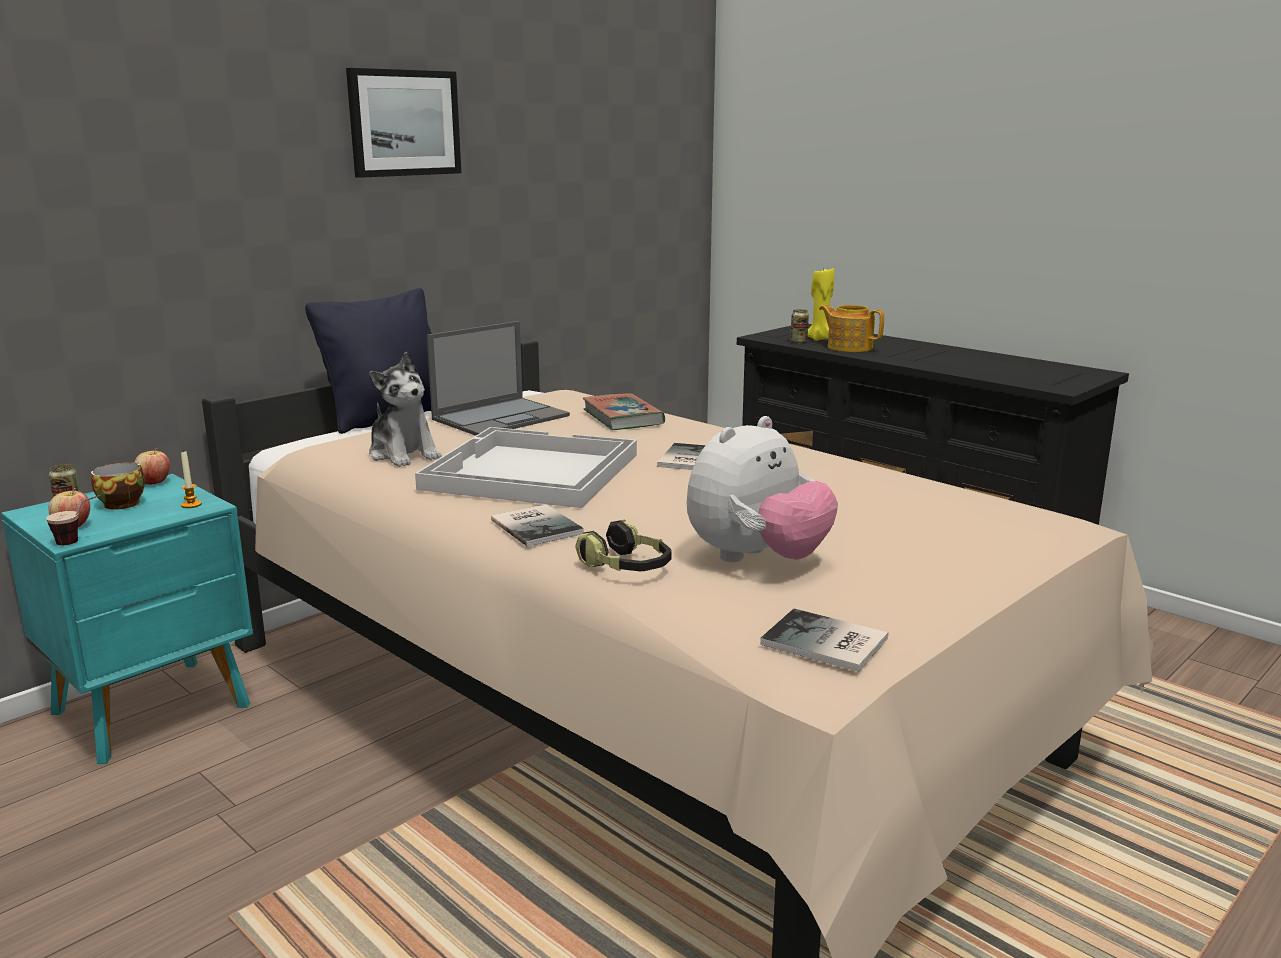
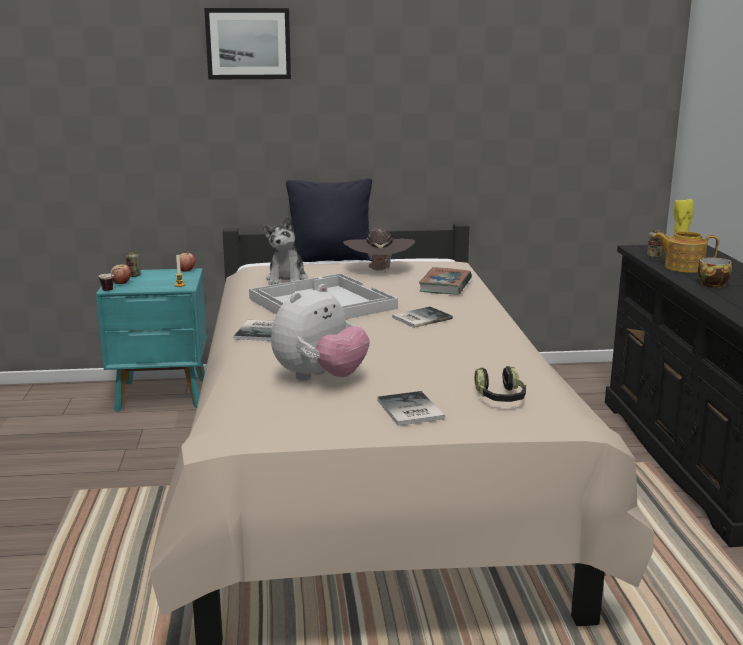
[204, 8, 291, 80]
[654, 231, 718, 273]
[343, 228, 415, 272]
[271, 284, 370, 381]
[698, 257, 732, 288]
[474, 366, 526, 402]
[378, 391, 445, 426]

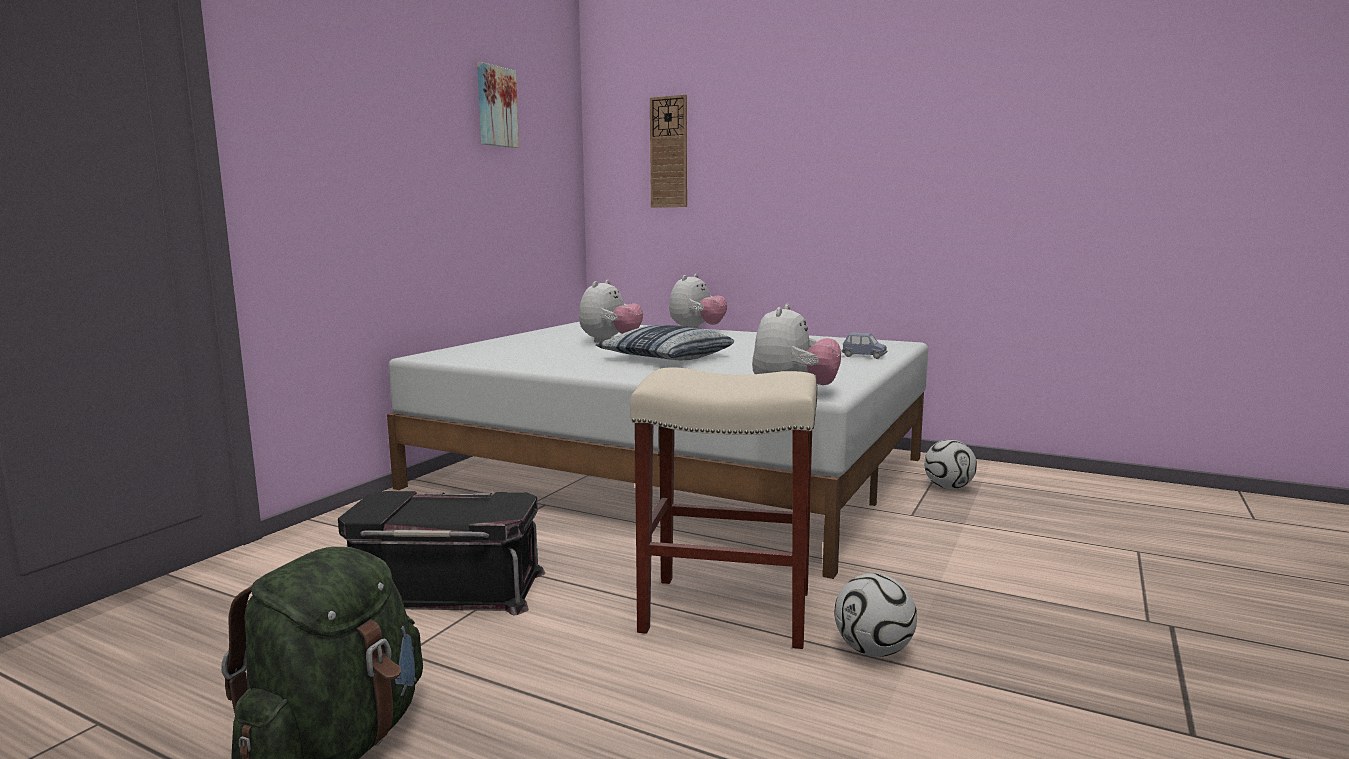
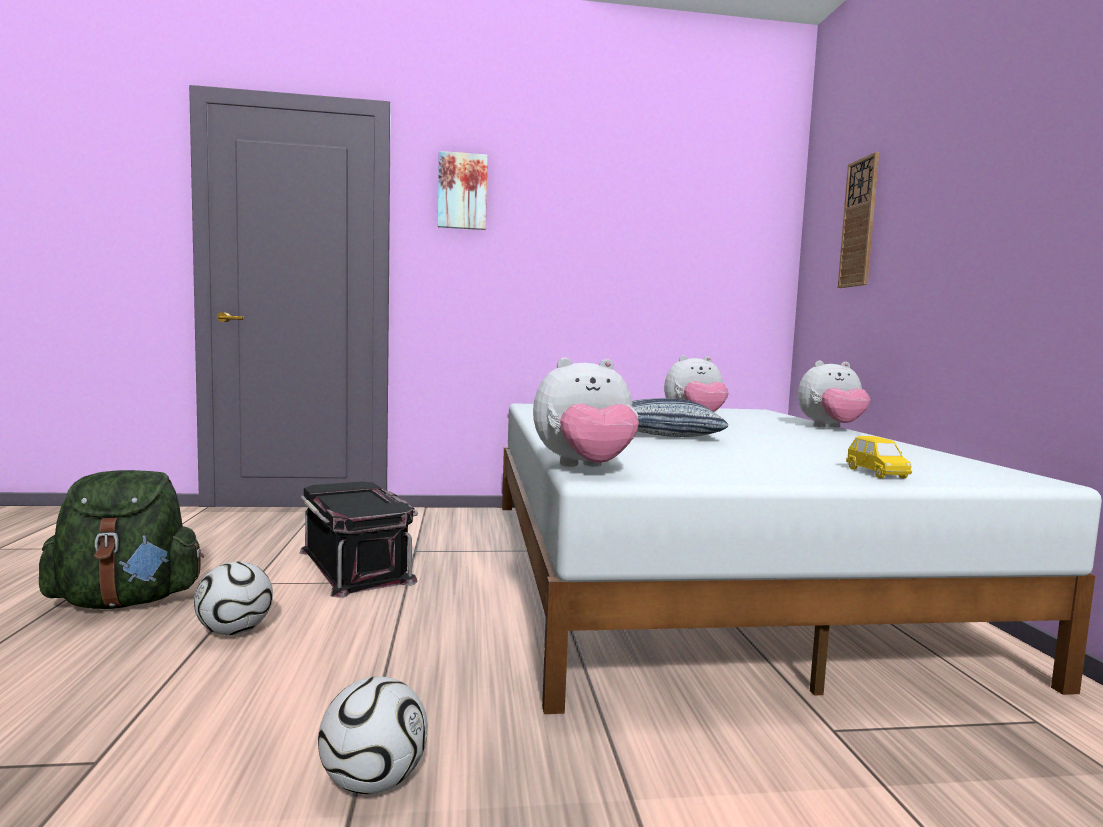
[438, 151, 488, 230]
[846, 436, 912, 478]
[630, 367, 818, 649] (first image)
[194, 561, 273, 635]

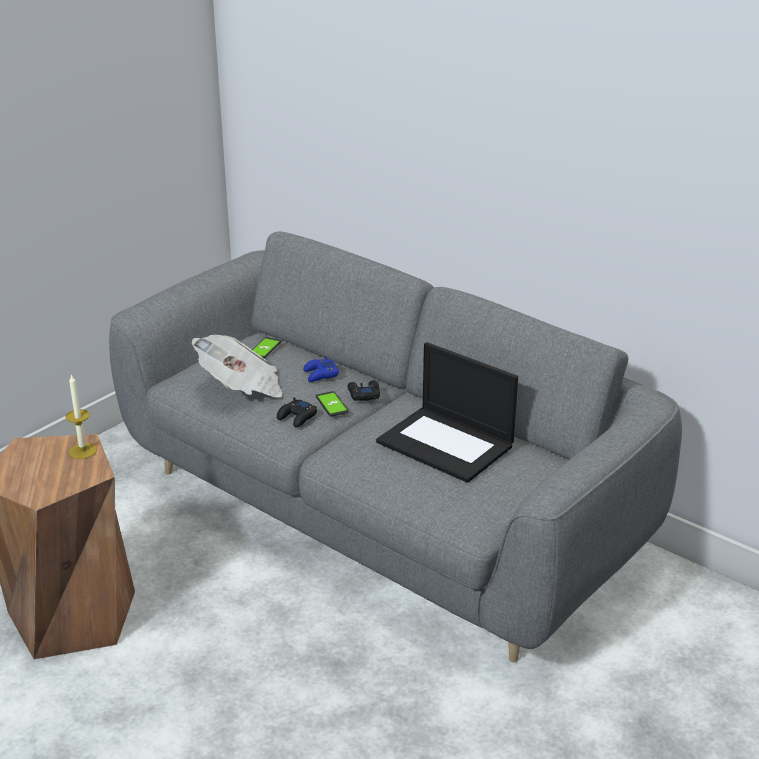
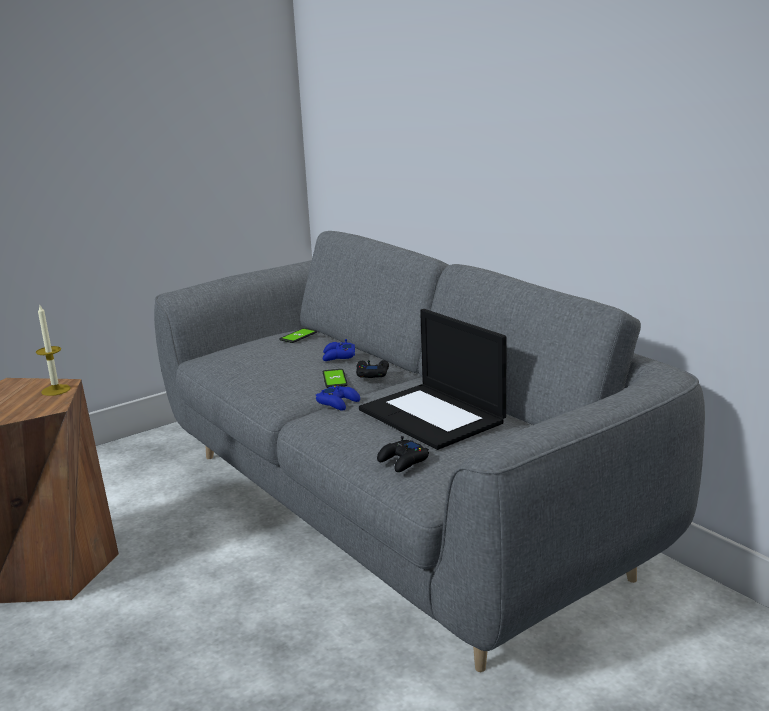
[192, 335, 283, 398] (first image)
[377, 436, 429, 472]
[316, 386, 360, 411]

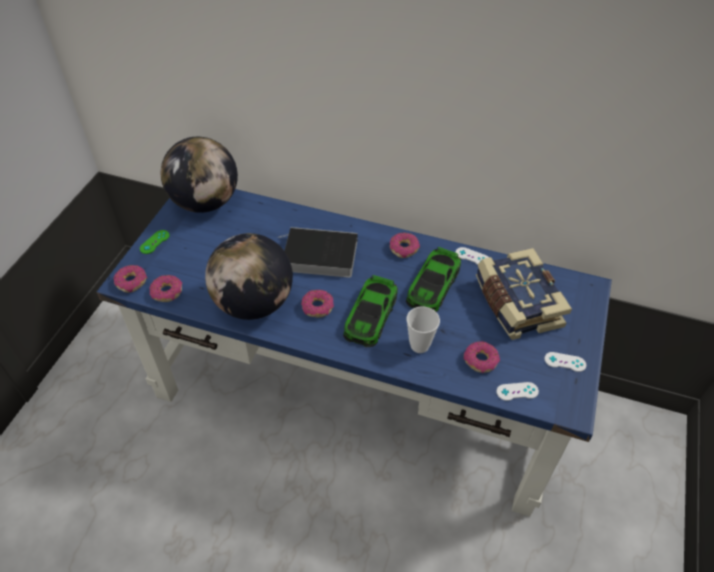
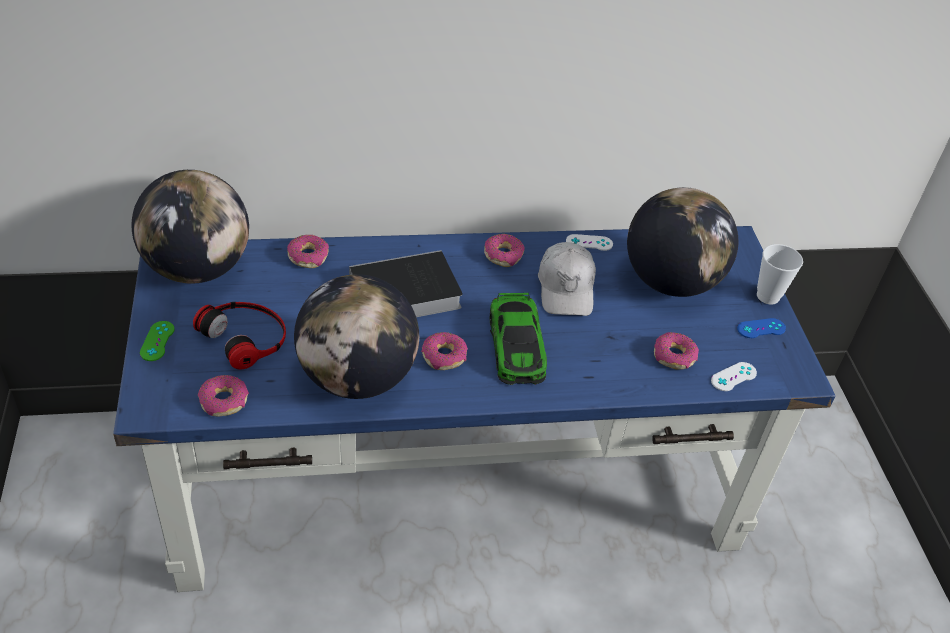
[538, 242, 596, 316]
[627, 187, 738, 297]
[287, 235, 329, 268]
[757, 244, 803, 305]
[737, 318, 786, 338]
[193, 302, 286, 370]

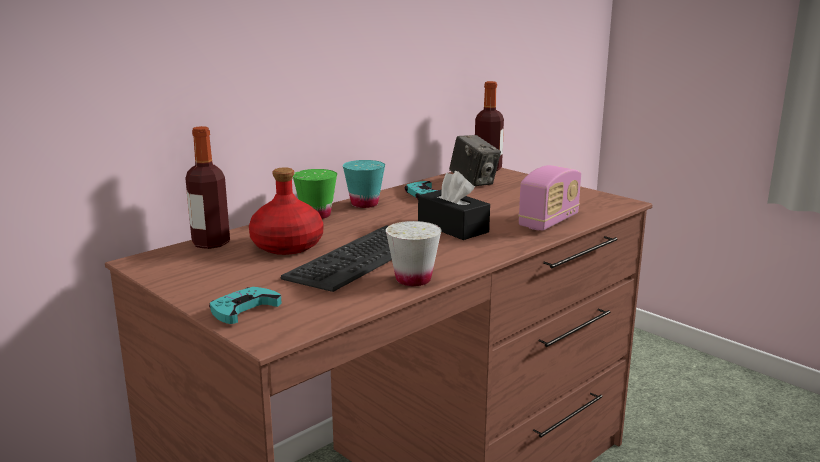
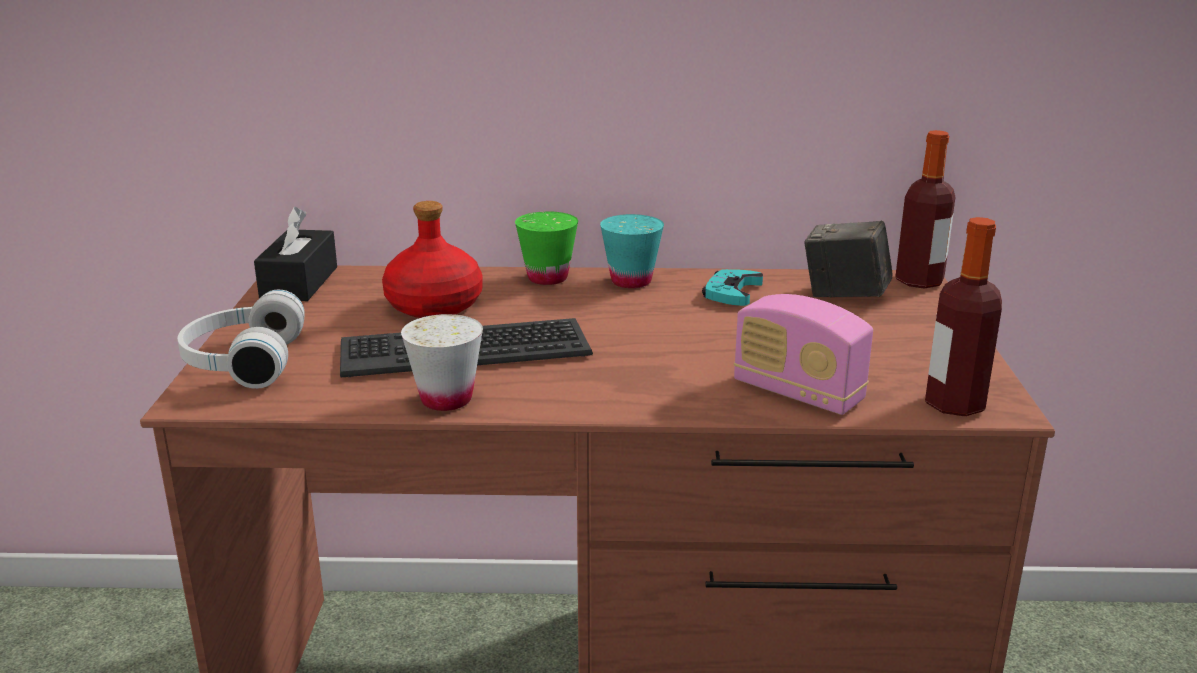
[925, 217, 1002, 416]
[804, 220, 892, 298]
[734, 294, 873, 415]
[254, 207, 337, 301]
[177, 290, 305, 389]

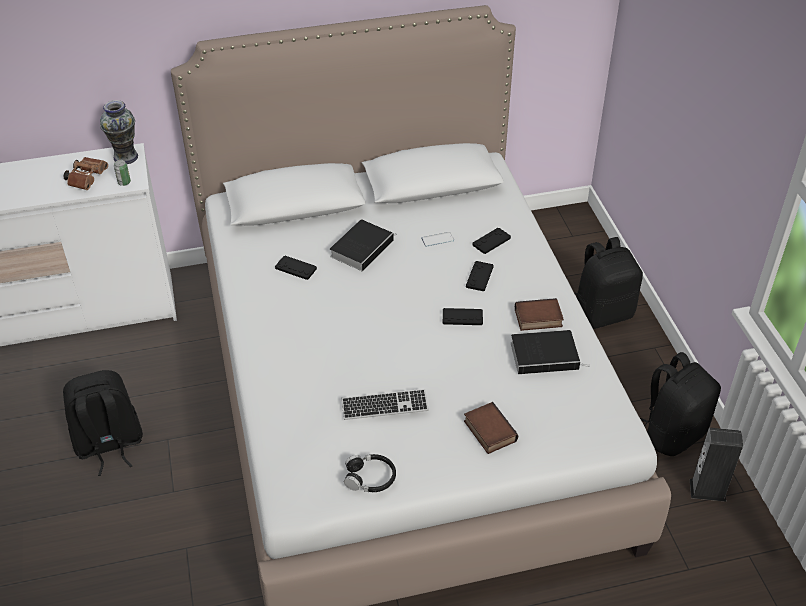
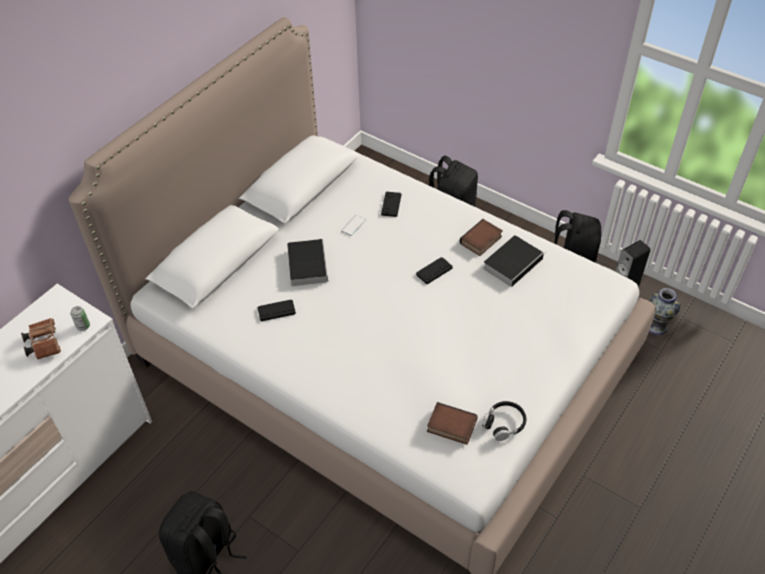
[649, 288, 681, 335]
[466, 261, 494, 291] (first image)
[341, 389, 429, 420] (first image)
[427, 402, 478, 445]

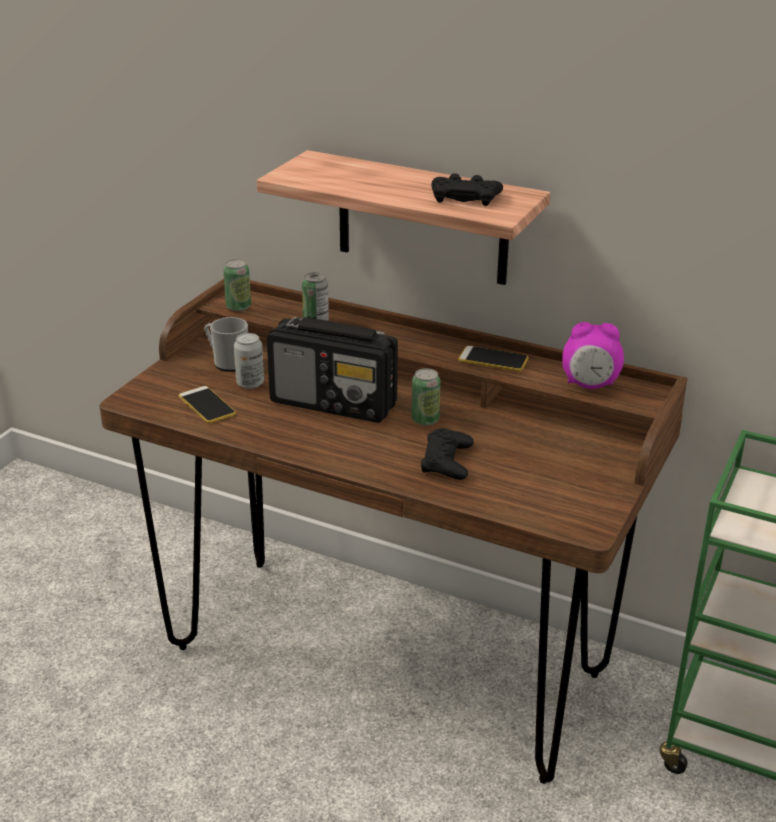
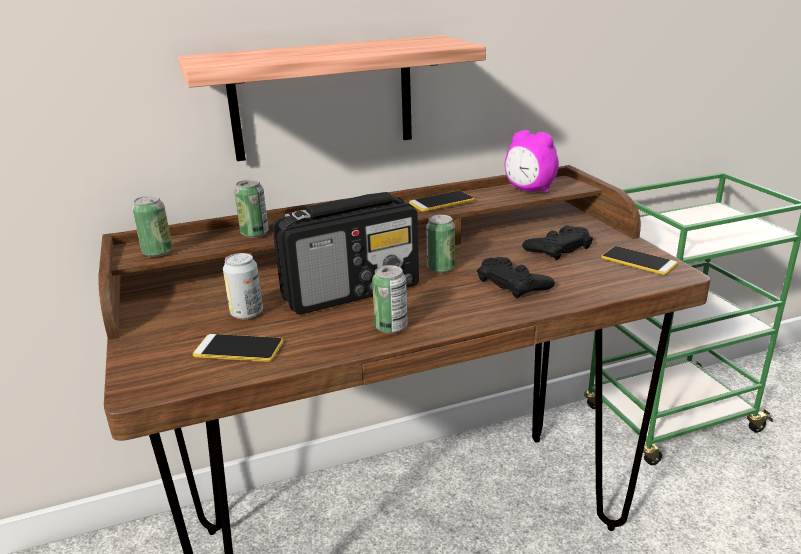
[522, 226, 593, 260]
[205, 317, 248, 372] (first image)
[505, 130, 559, 192]
[601, 246, 678, 275]
[372, 265, 408, 334]

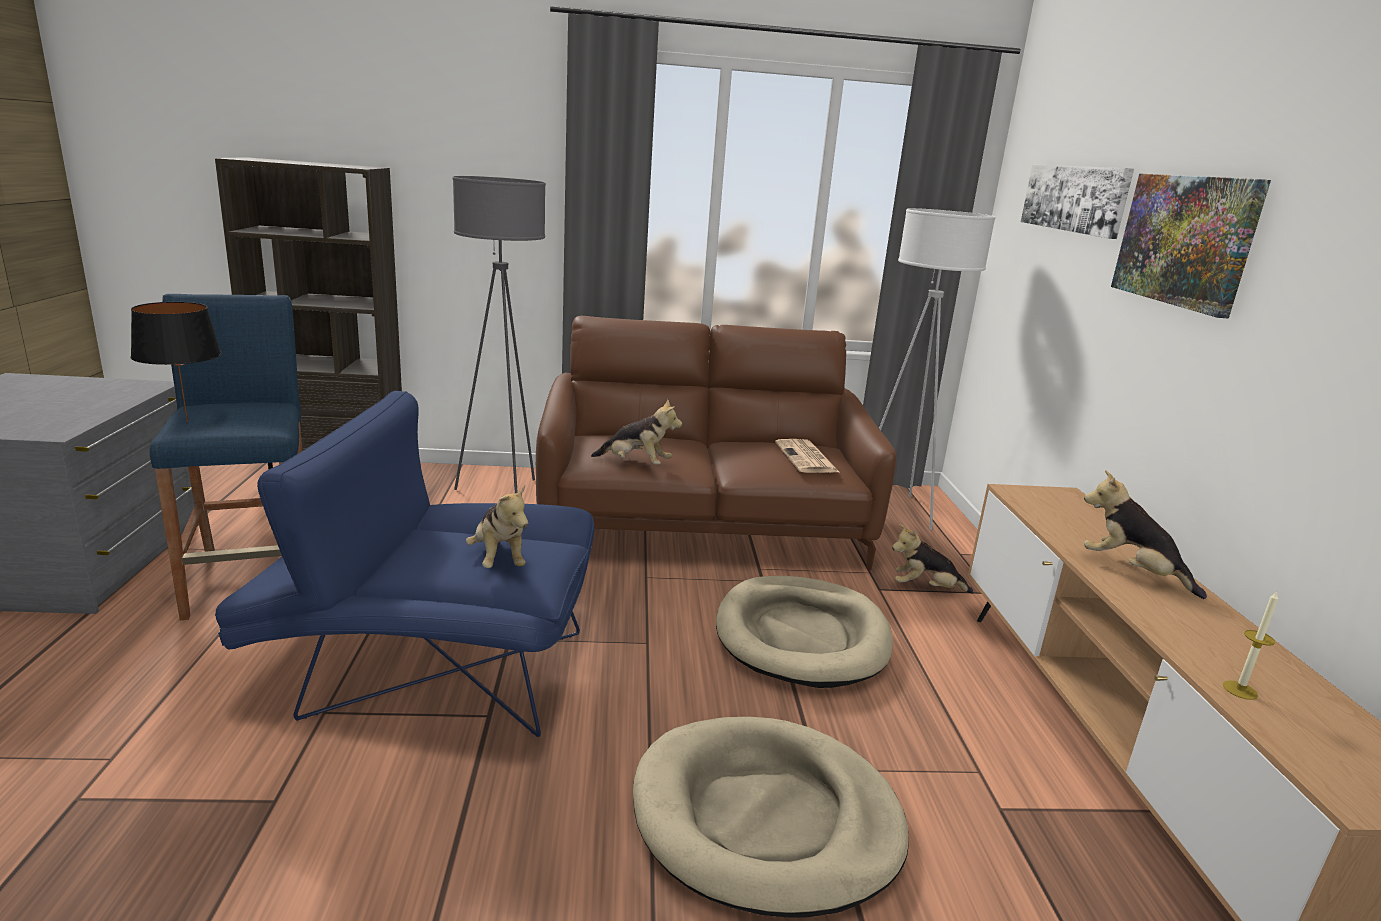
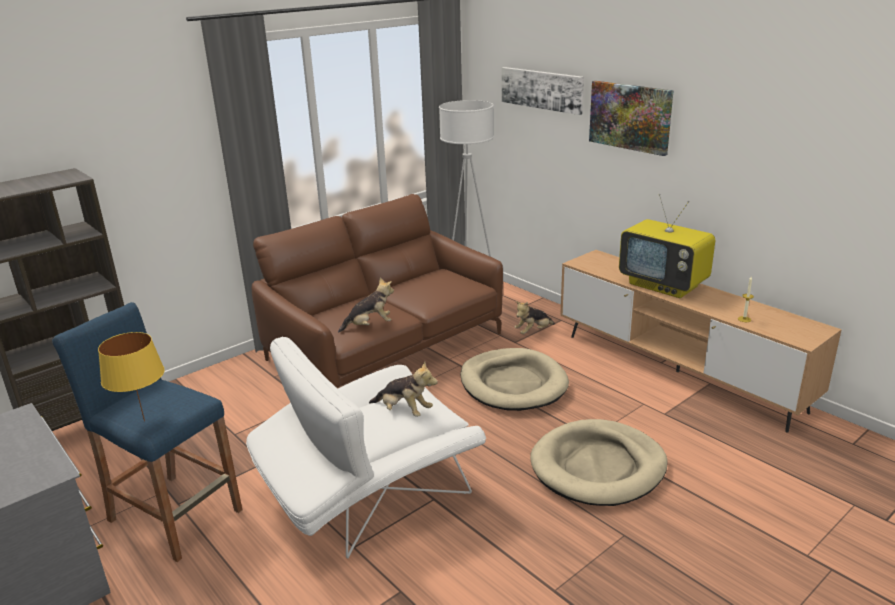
[452, 176, 546, 493] (first image)
[98, 332, 165, 421]
[246, 336, 486, 559]
[775, 439, 839, 473] (first image)
[619, 194, 715, 298]

